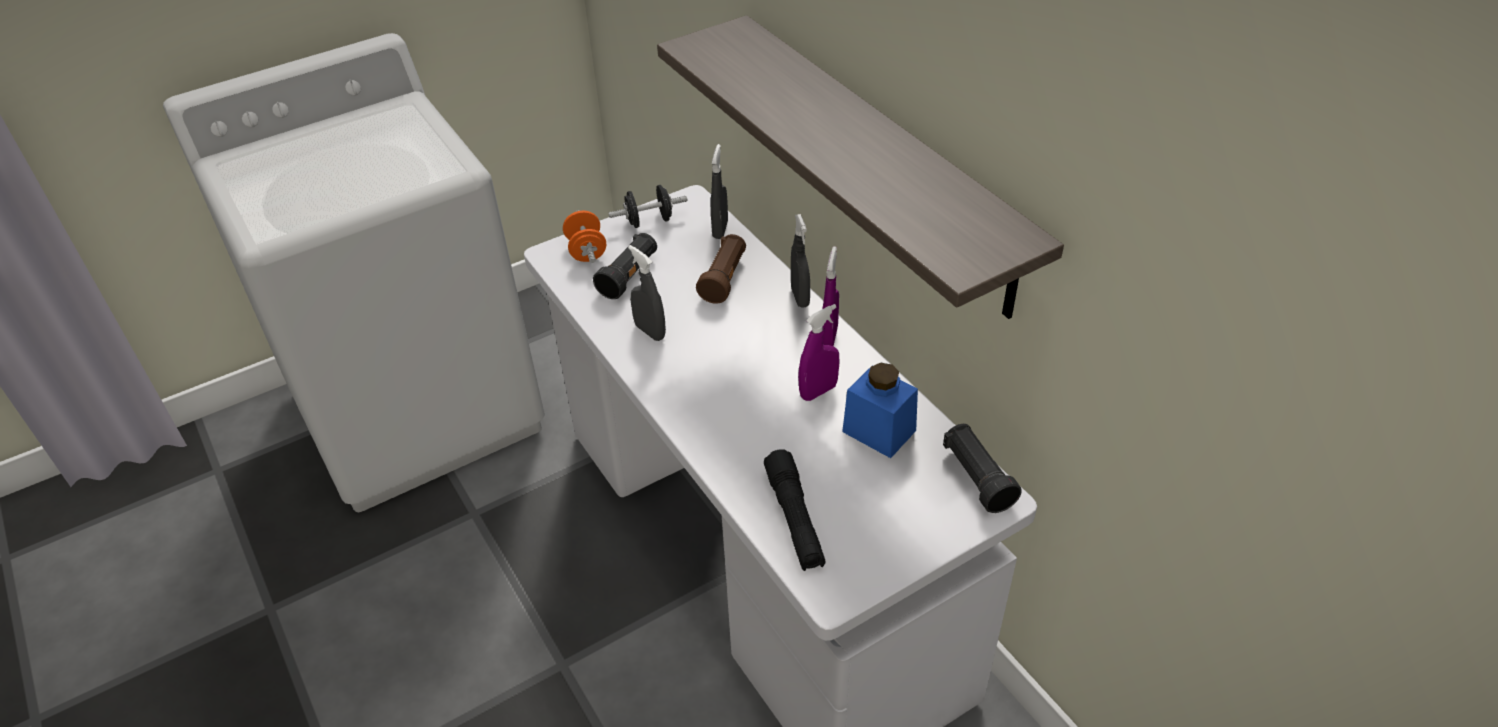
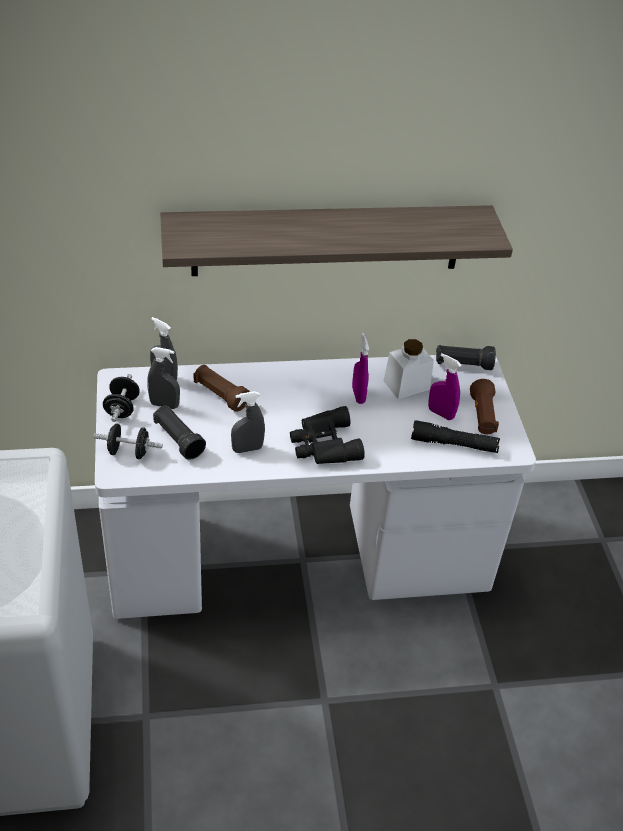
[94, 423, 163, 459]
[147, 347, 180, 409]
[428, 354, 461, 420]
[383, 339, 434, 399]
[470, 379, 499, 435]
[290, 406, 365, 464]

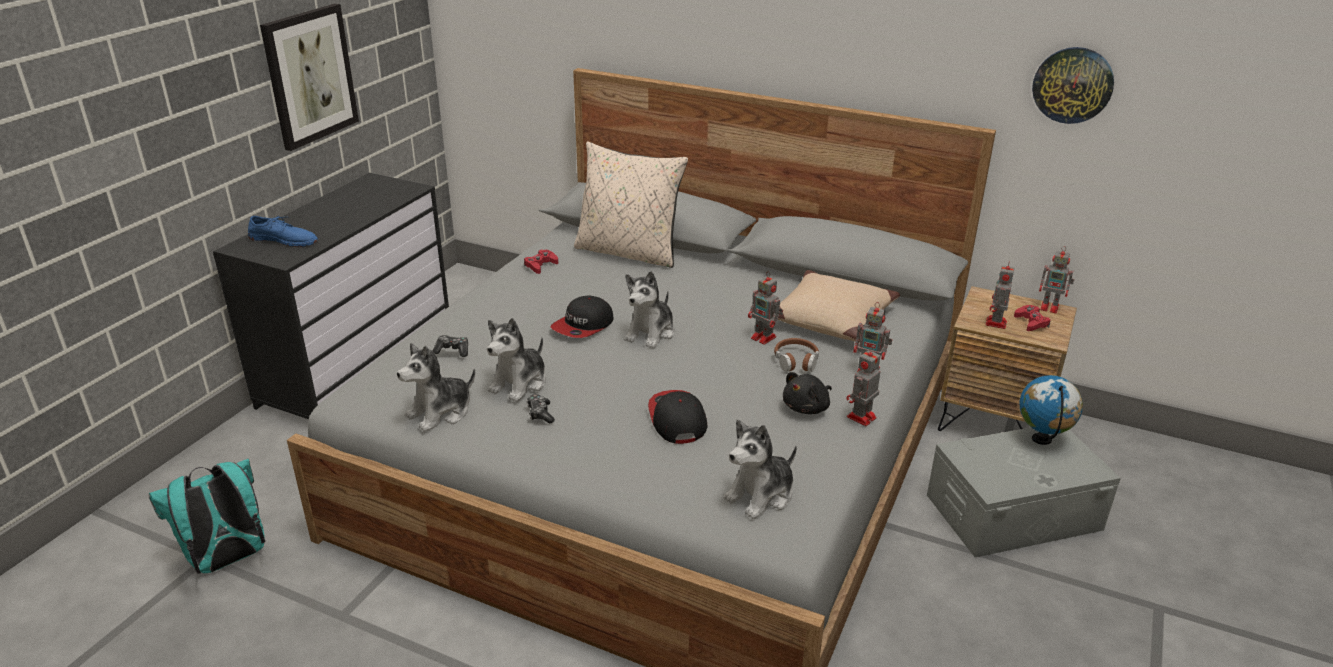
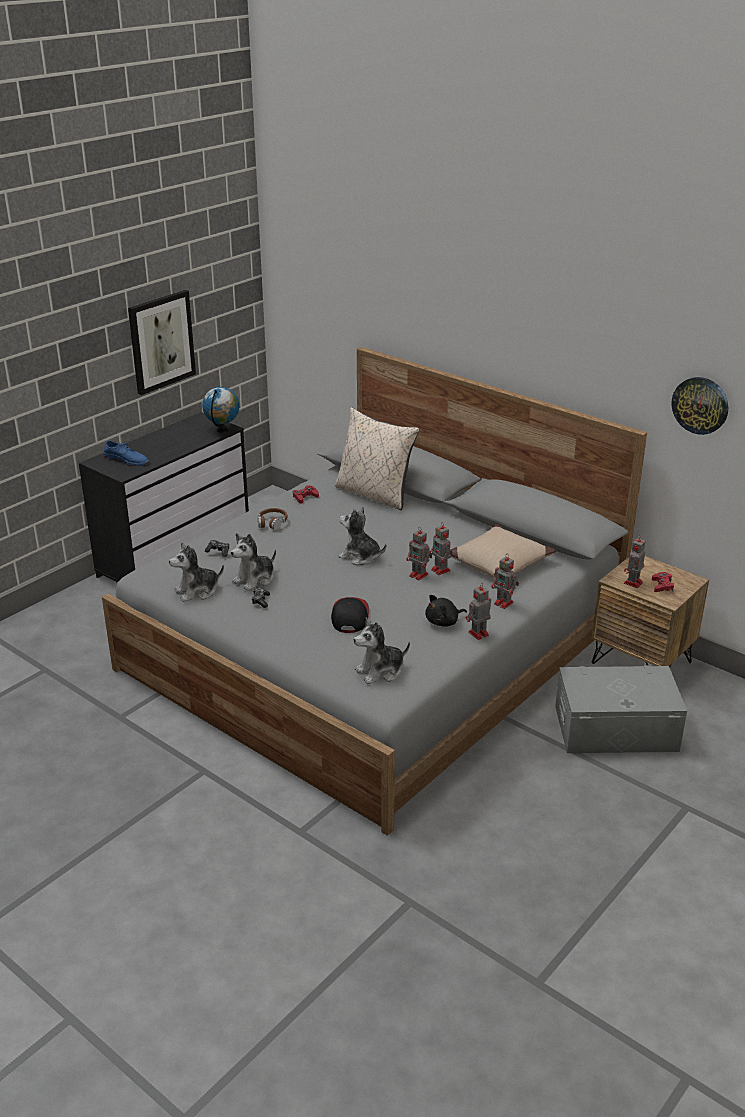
[406, 527, 432, 580]
[339, 507, 386, 565]
[551, 295, 614, 338] (first image)
[258, 508, 288, 530]
[202, 387, 240, 433]
[149, 459, 265, 574] (first image)

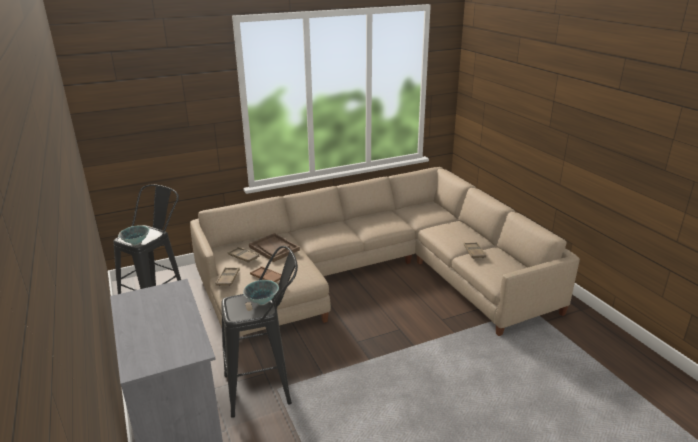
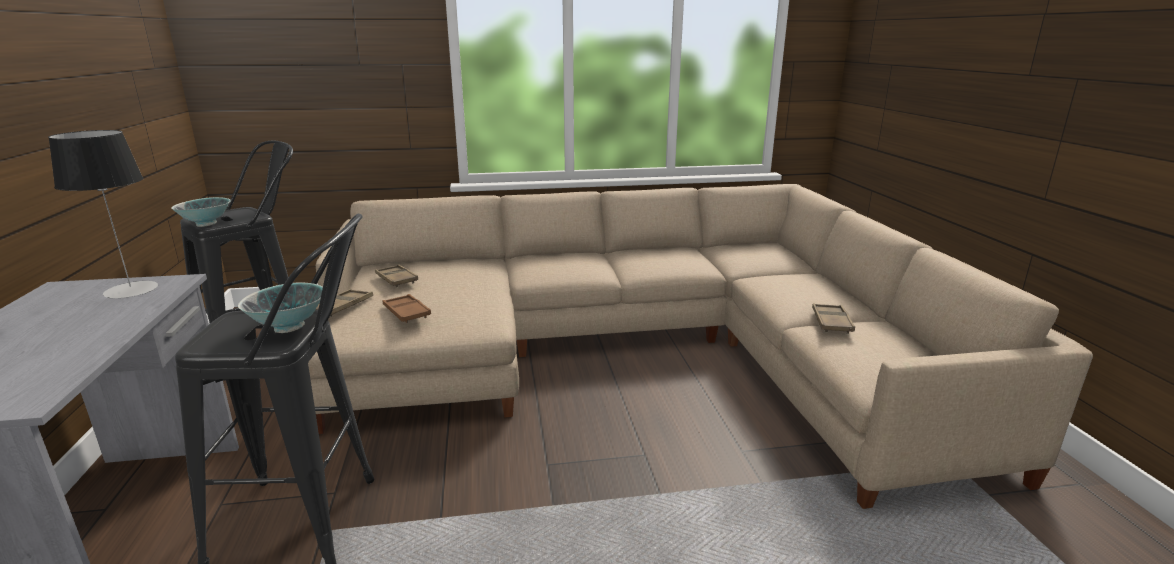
[249, 233, 300, 262] (first image)
[48, 130, 158, 298]

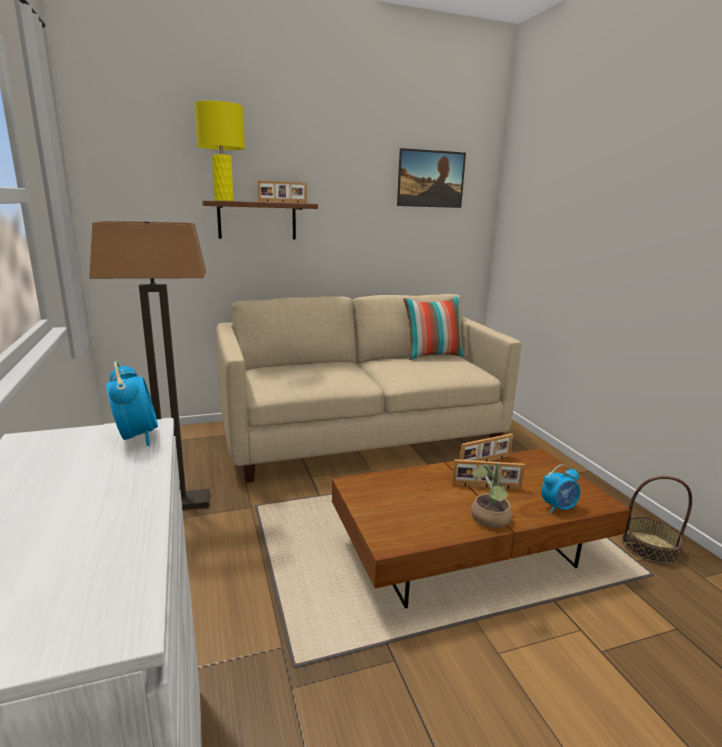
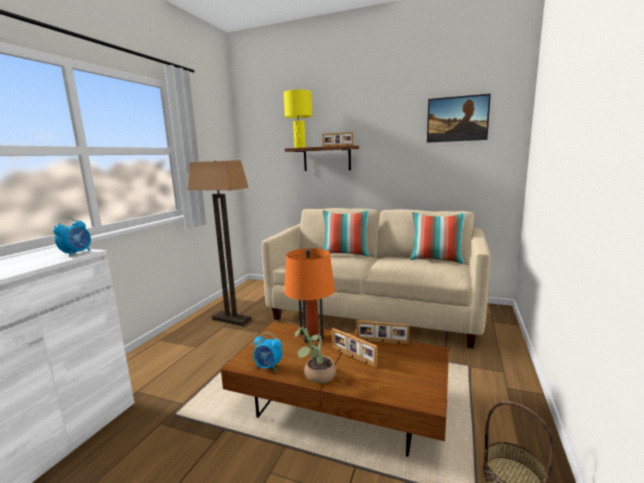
[253, 332, 282, 371]
[323, 210, 370, 256]
[284, 248, 335, 343]

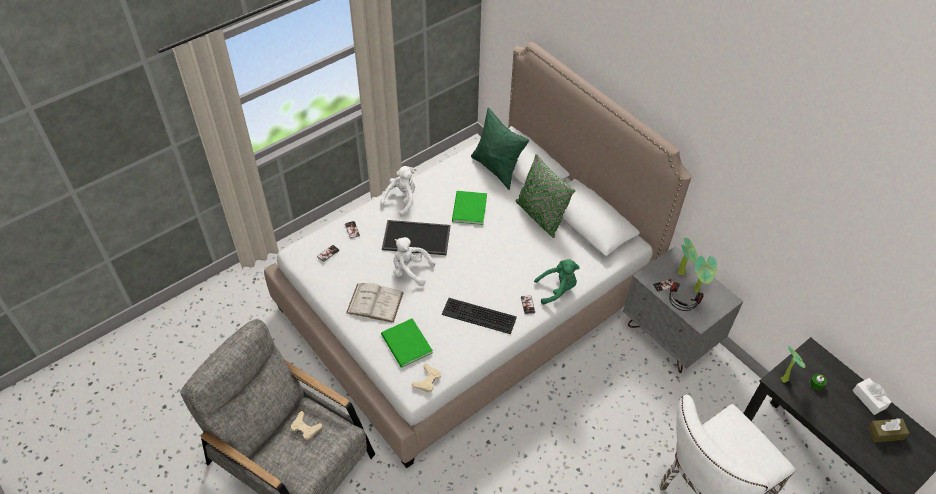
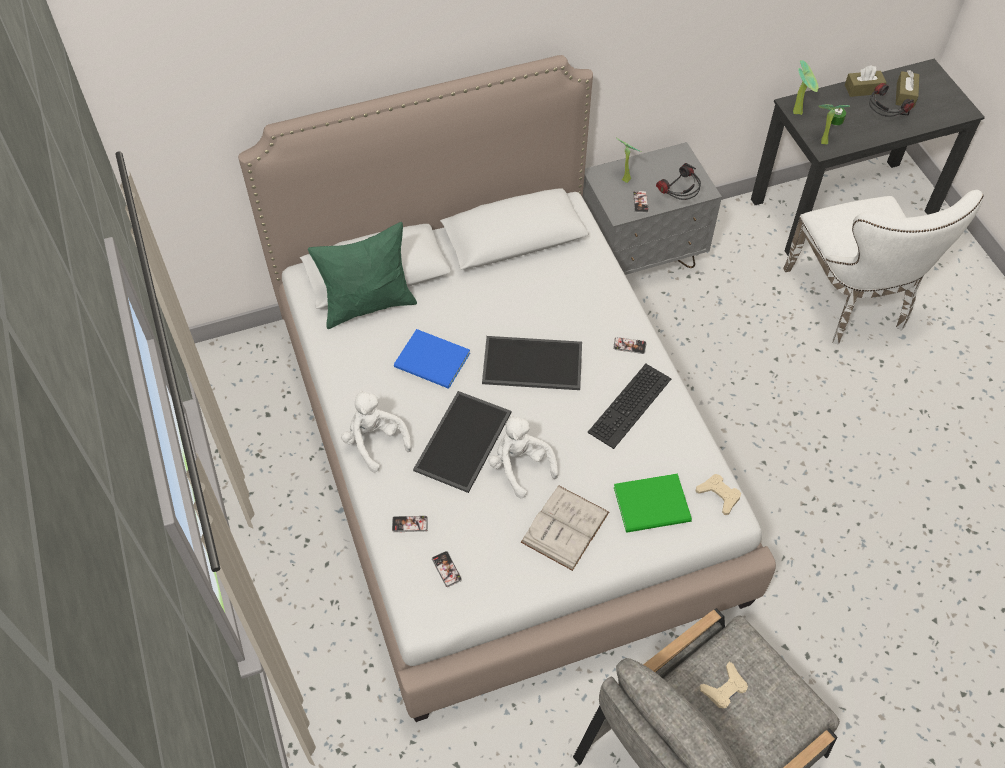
[515, 154, 576, 238] (first image)
[394, 329, 470, 389]
[488, 414, 558, 498]
[793, 60, 818, 115]
[534, 259, 580, 304] (first image)
[845, 65, 887, 97]
[869, 83, 914, 117]
[482, 336, 582, 390]

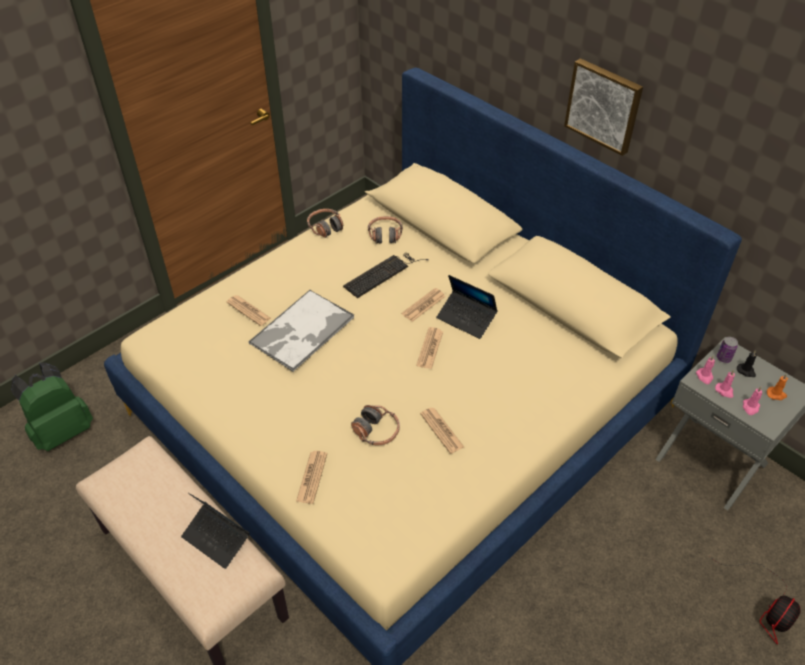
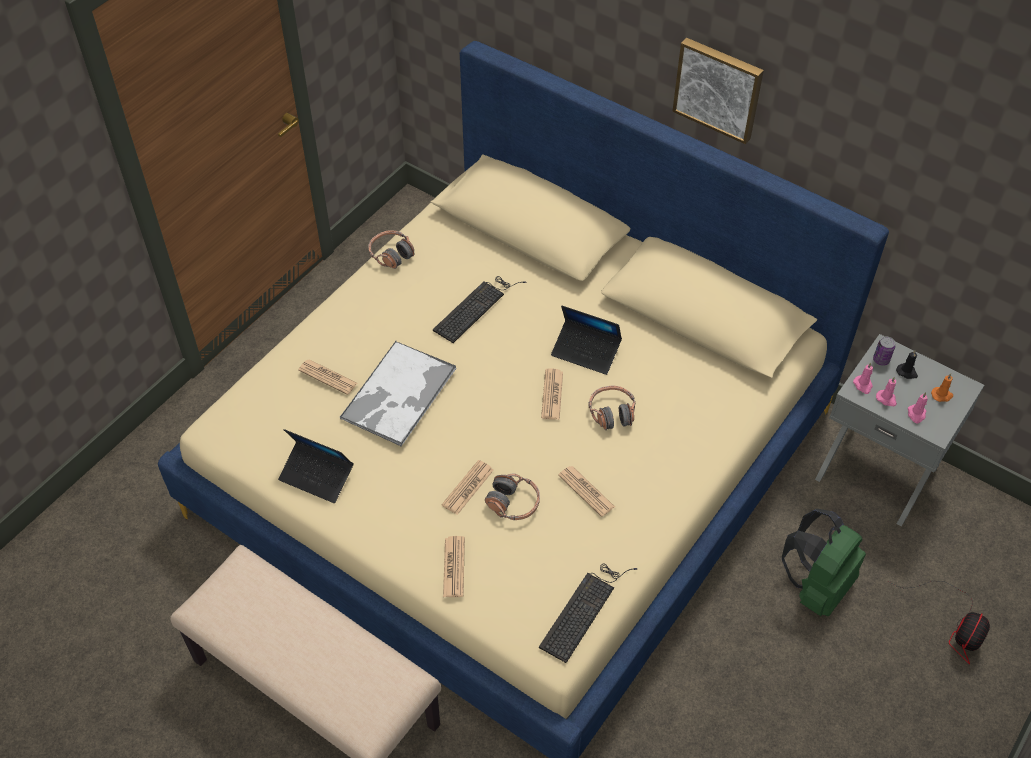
[588, 386, 636, 430]
[442, 460, 494, 515]
[782, 509, 866, 616]
[278, 429, 354, 503]
[539, 563, 638, 663]

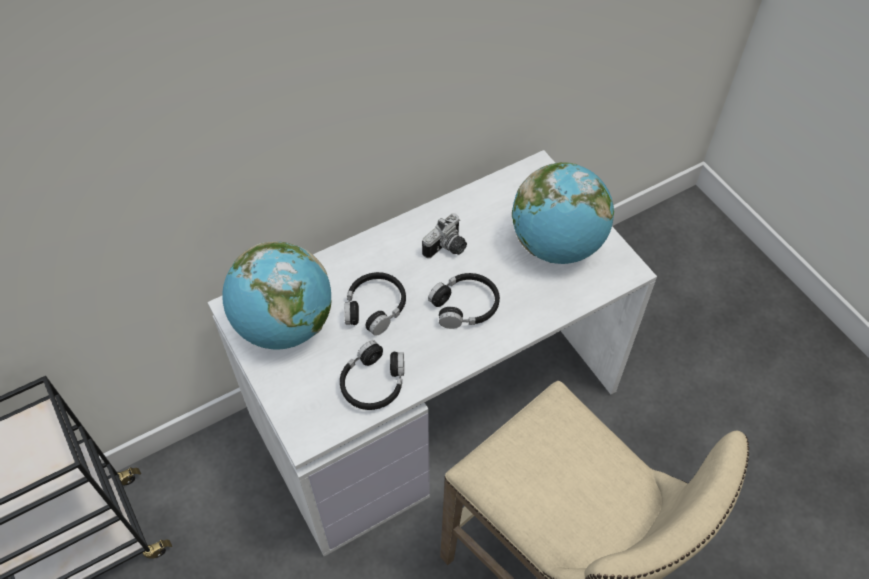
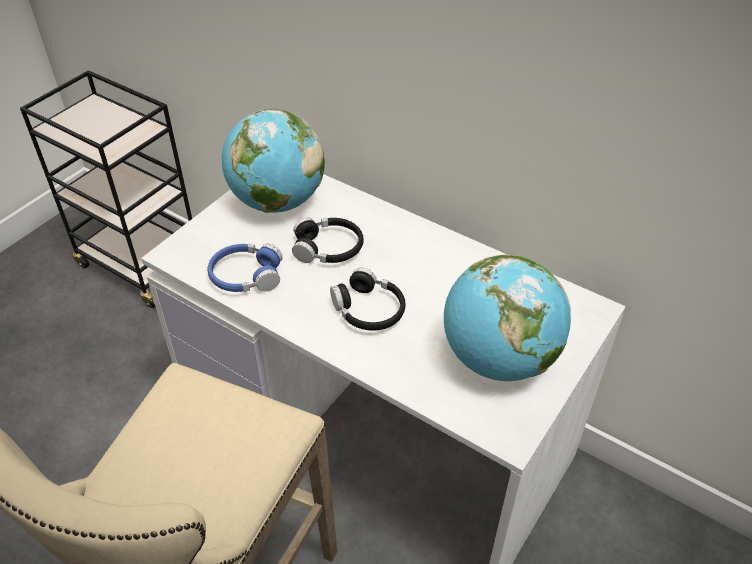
[422, 213, 467, 258] (first image)
[207, 244, 283, 292]

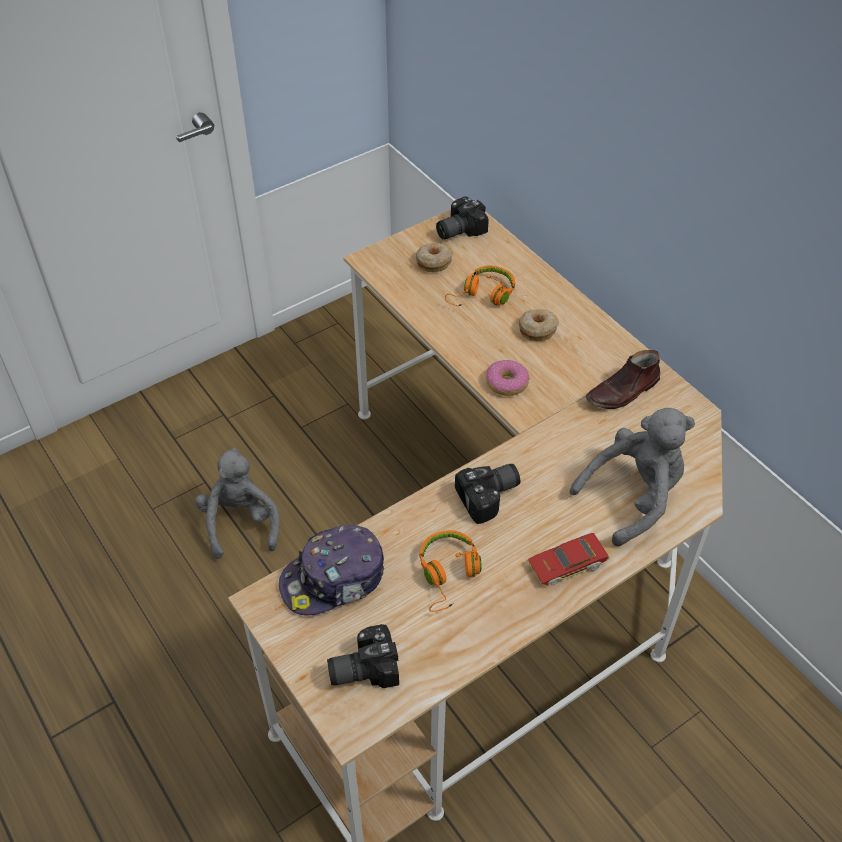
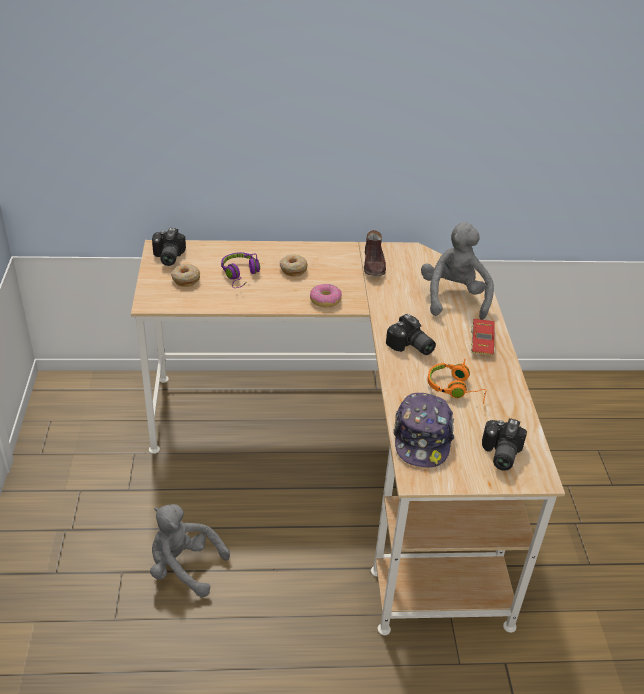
[221, 252, 260, 288]
[386, 314, 436, 355]

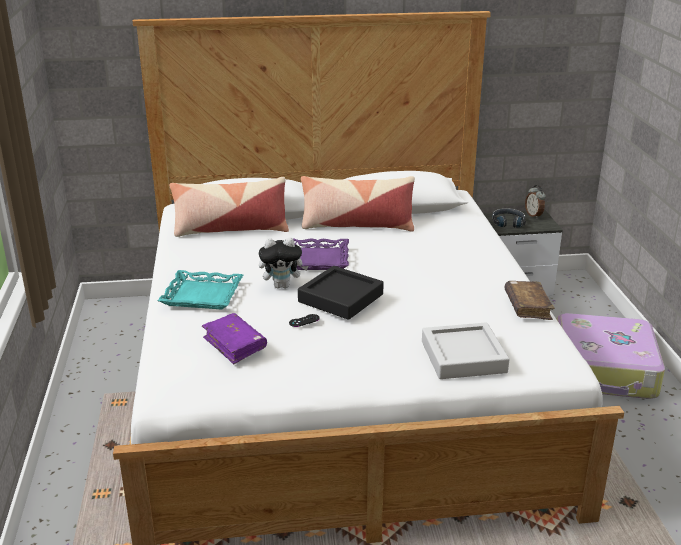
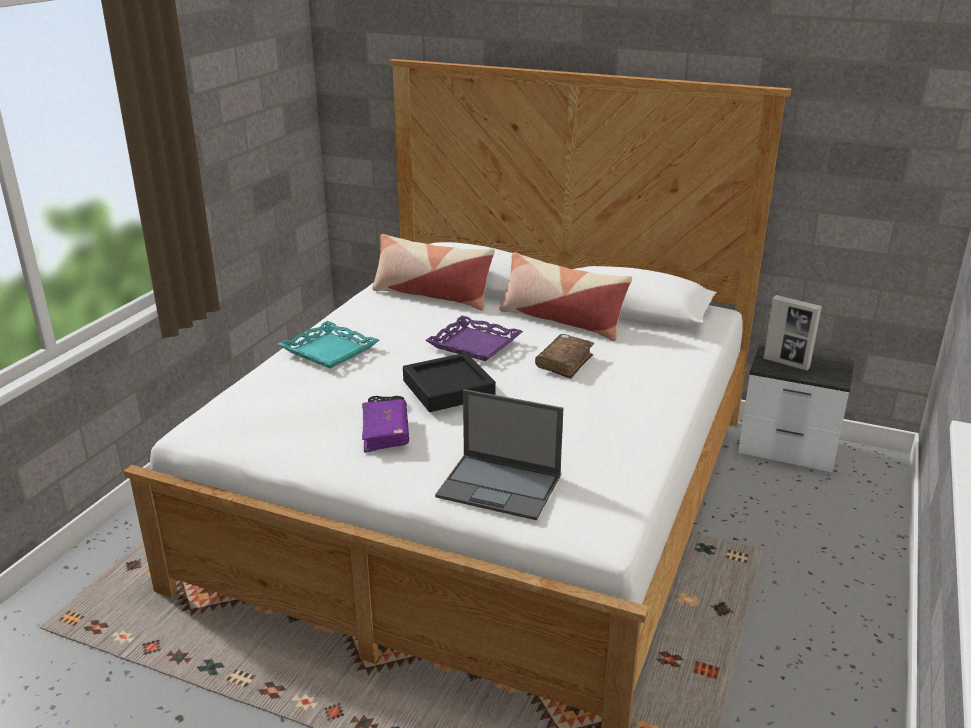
[525, 185, 546, 219] (first image)
[763, 295, 822, 371]
[259, 237, 308, 289] (first image)
[535, 334, 594, 379]
[362, 399, 409, 453]
[557, 313, 665, 399] (first image)
[435, 389, 563, 520]

